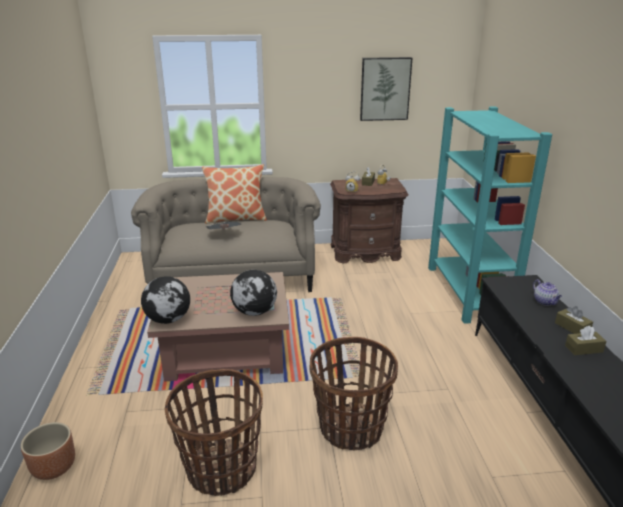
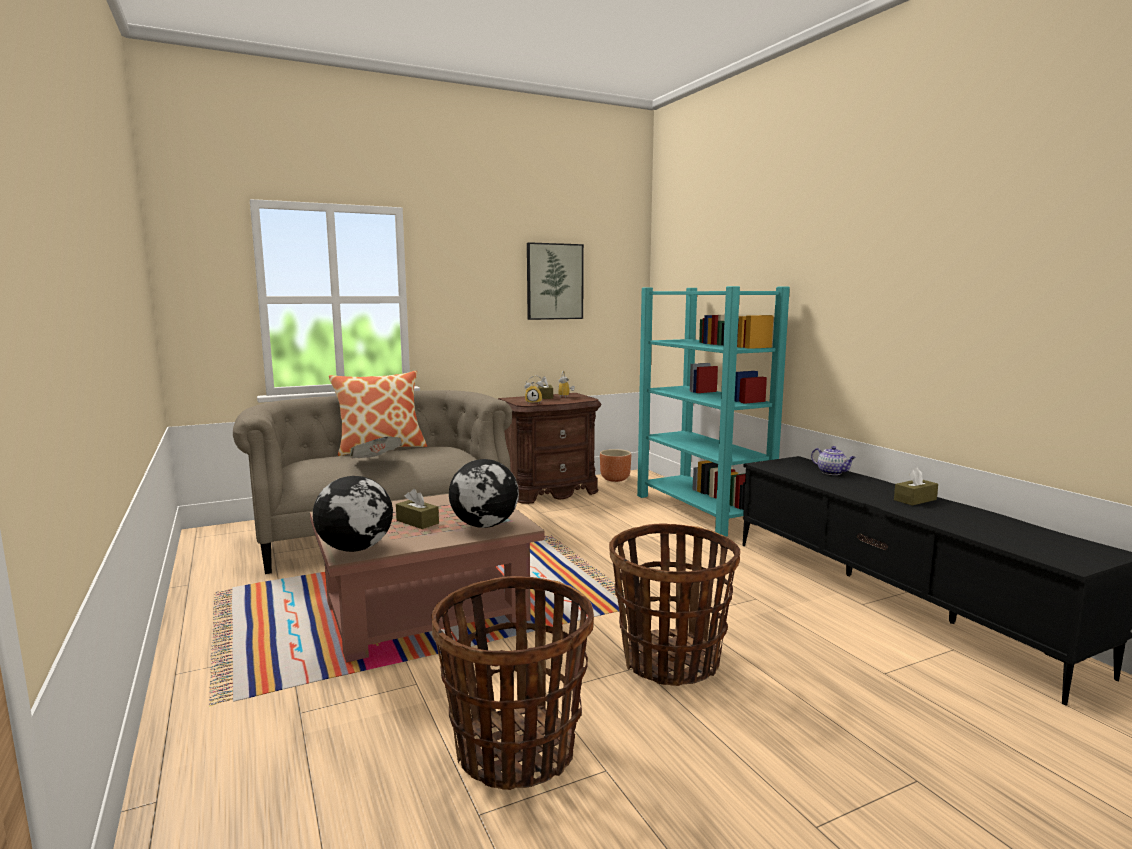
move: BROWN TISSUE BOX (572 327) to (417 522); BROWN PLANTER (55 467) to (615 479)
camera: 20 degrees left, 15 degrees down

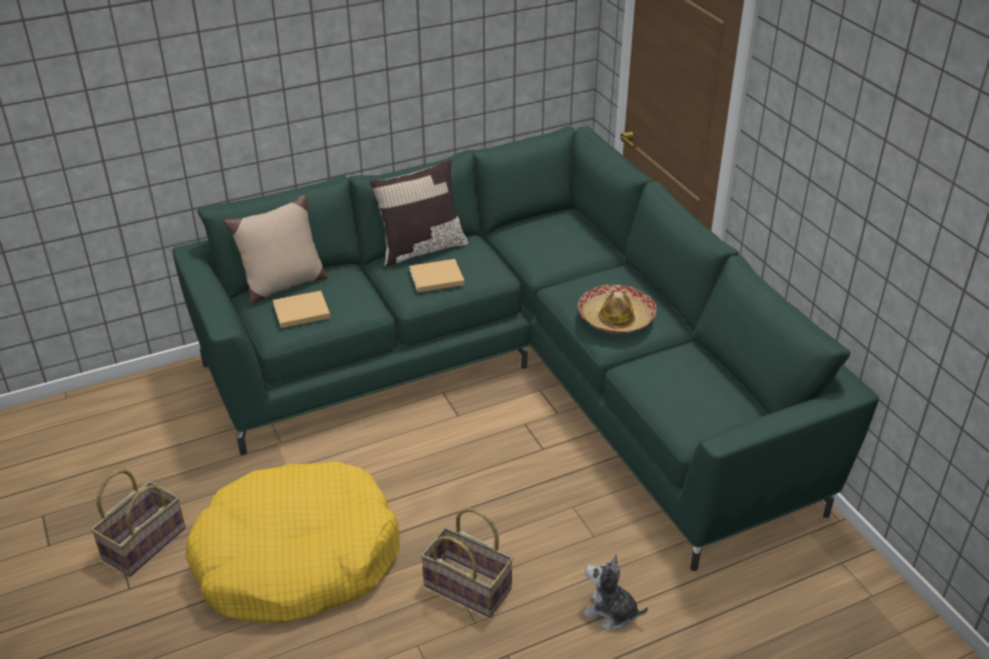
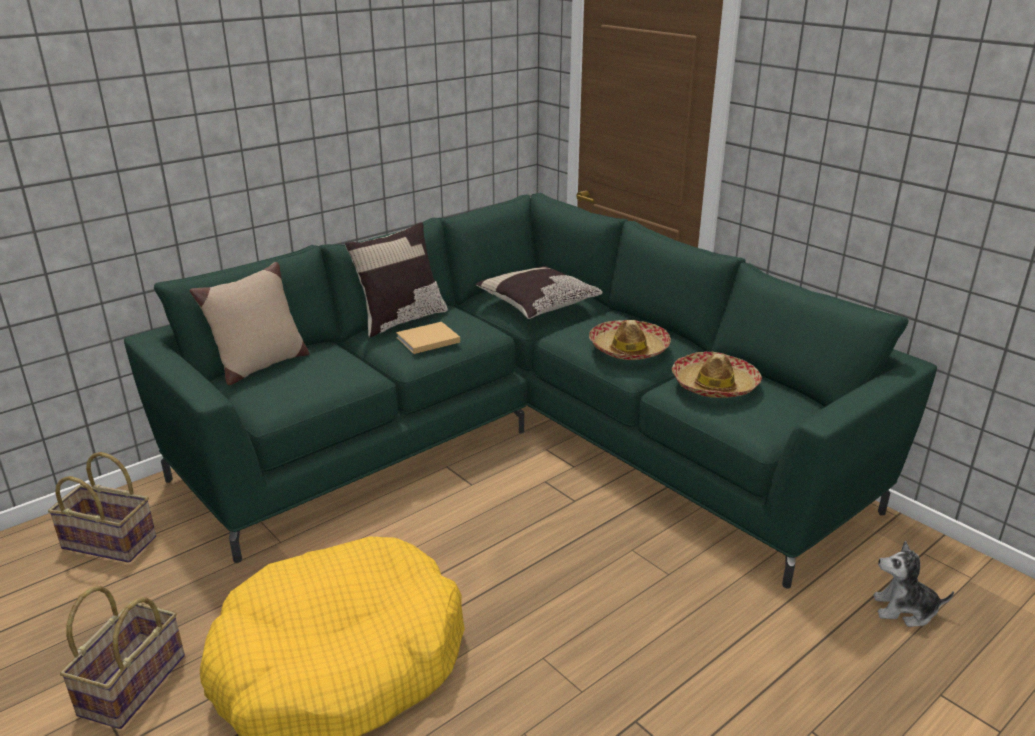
delete: BEIGE BOOK (299 311)
insert: PILLOW (538 305); HAT (714 385)
move: BASKET (468 586) to (111 541); PLUSH TOY (610 613) to (904 610)
camera: 15 degrees left, 10 degrees down

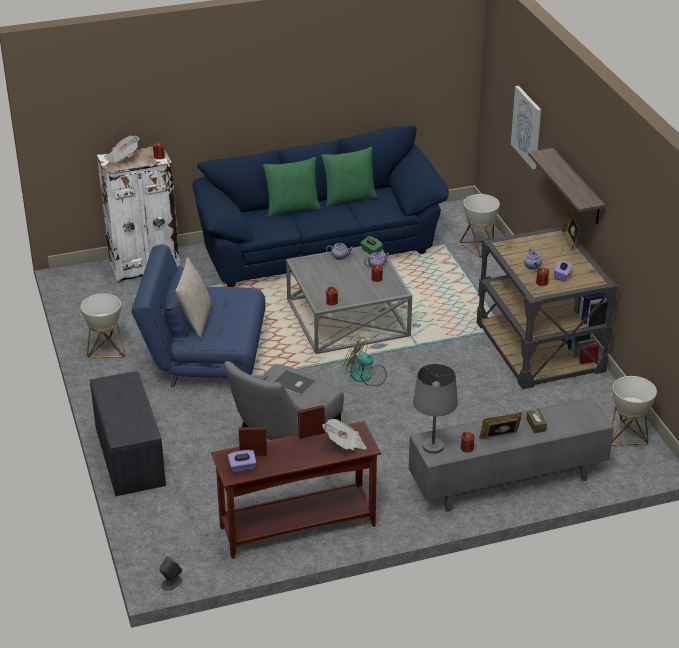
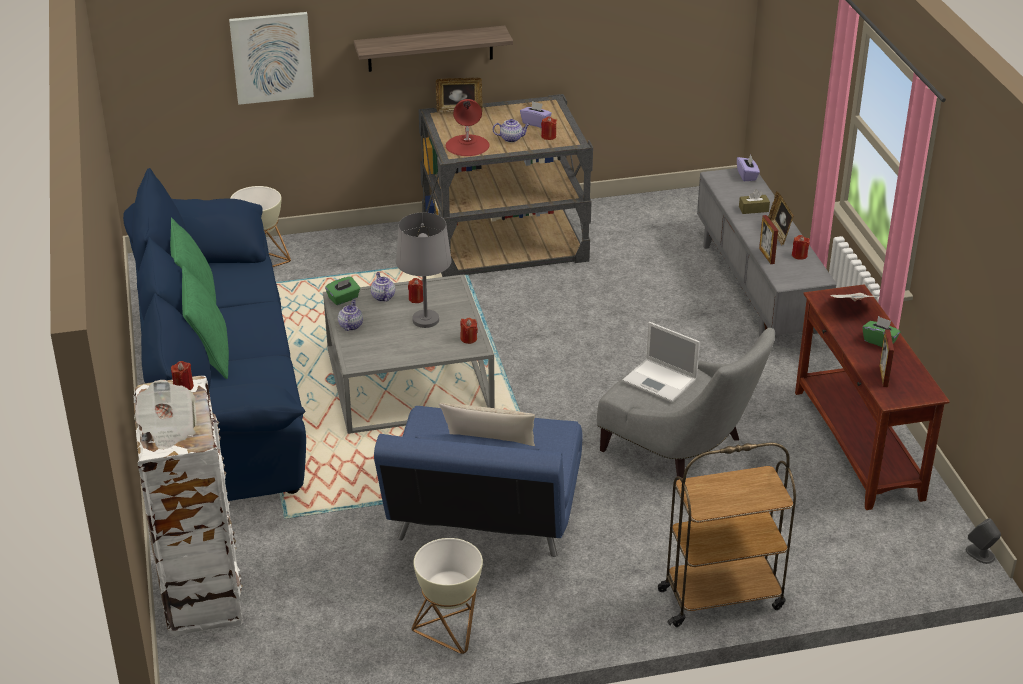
delete: FAN (365 376); PLANTER (627 437)
insert: RED TABLE LAMP (467 145); GREEN TISSUE BOX (879 341)
move: GREY TABLE LAMP (433 446) to (425 320); PURPLE TISSUE BOX (242 467) to (747 176); PICTURE FRAME (311 435) to (766 256)
replace: GREY BOOK (293 384) to LAPTOP (661 381); GREY BENCH (128 455) to BROWN CART (722 599)
camera: 85 degrees left, 0 degrees up

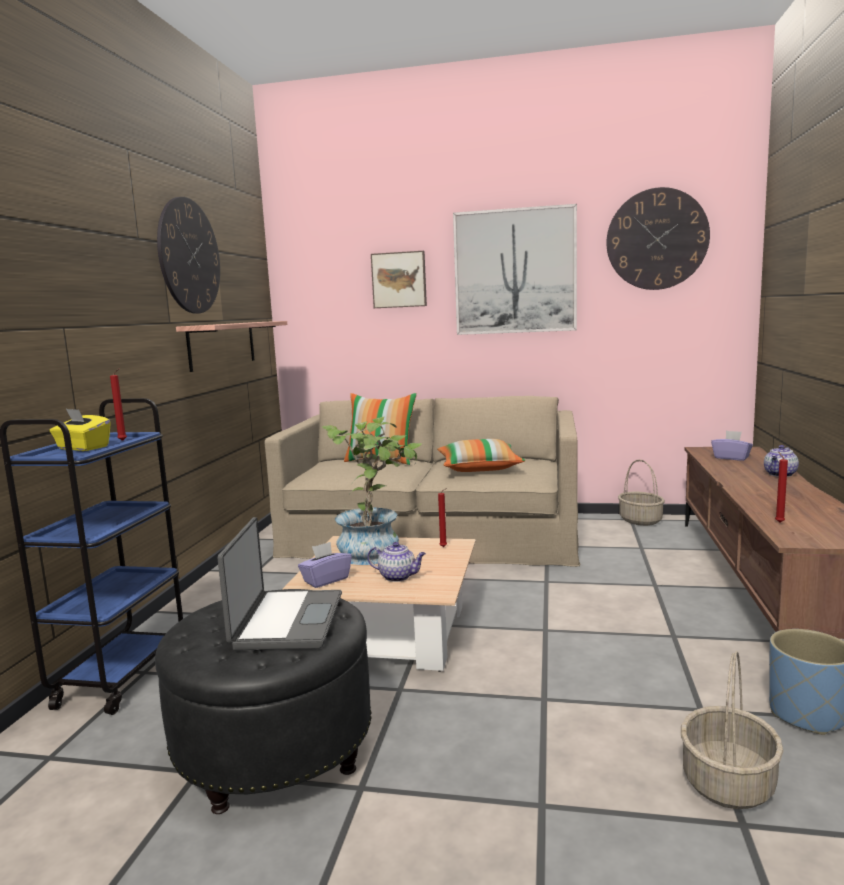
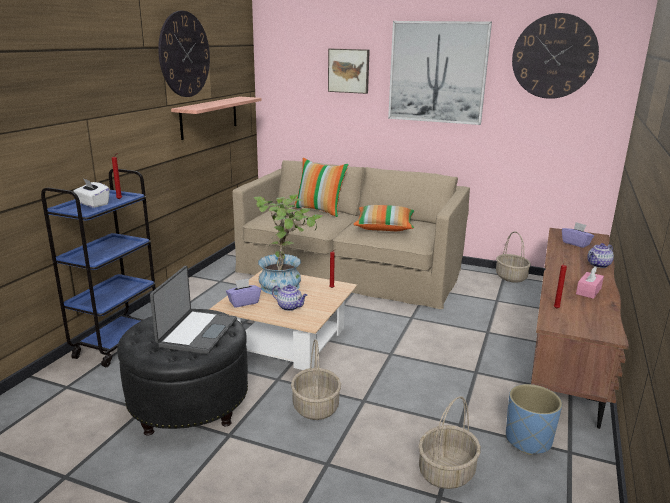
insert: BASKET (315 407); PINK TISSUE BOX (588 291)
recolor: YELLOW TISSUE BOX (82 448) to WHITE TISSUE BOX (93 204)
camera: 10 degrees right, 10 degrees up

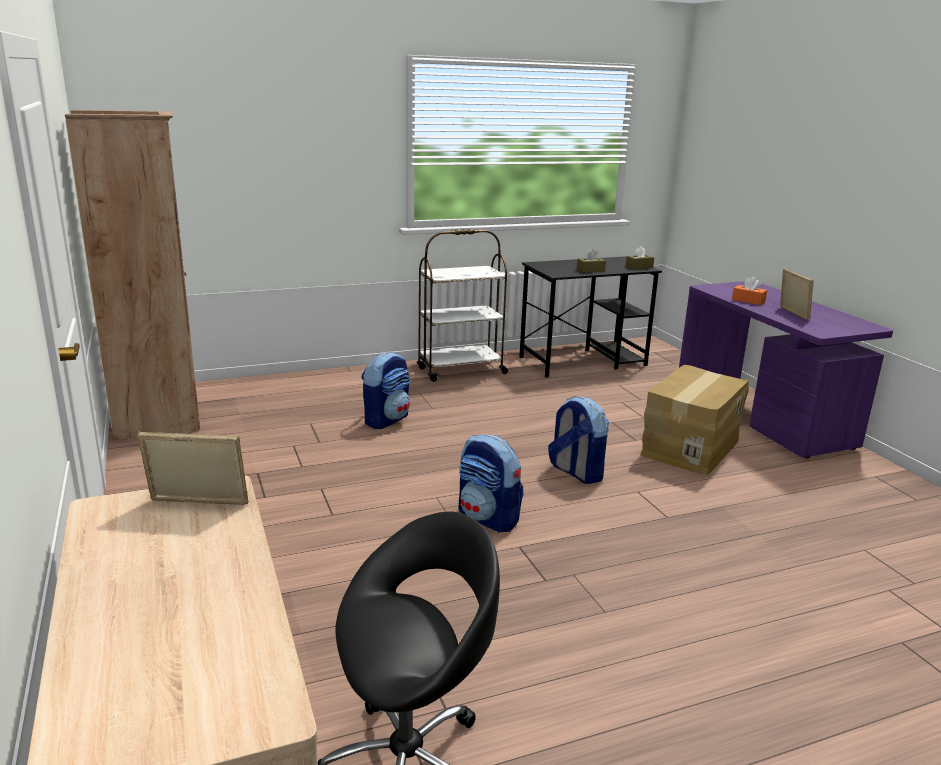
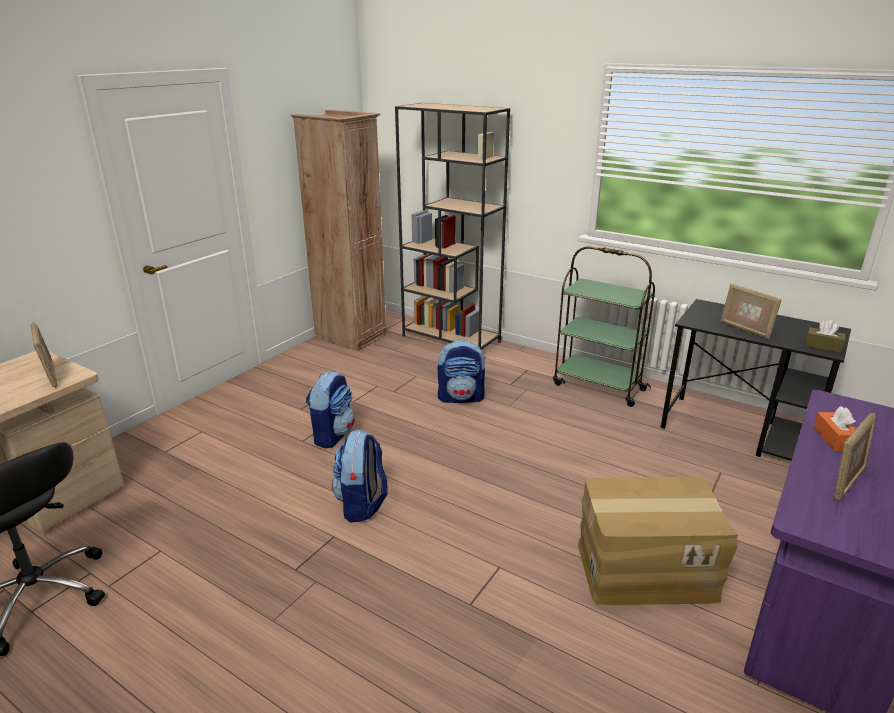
insert: BOOKCASE (451 339)
move: BACKPACK (575 472) to (332 435)
replace: BROWN TISSUE BOX (590 270) to PICTURE FRAME (745 330)
recolor: WHITE CART (460 371) to GREEN CART (597 387)
camera: 55 degrees right, 5 degrees up

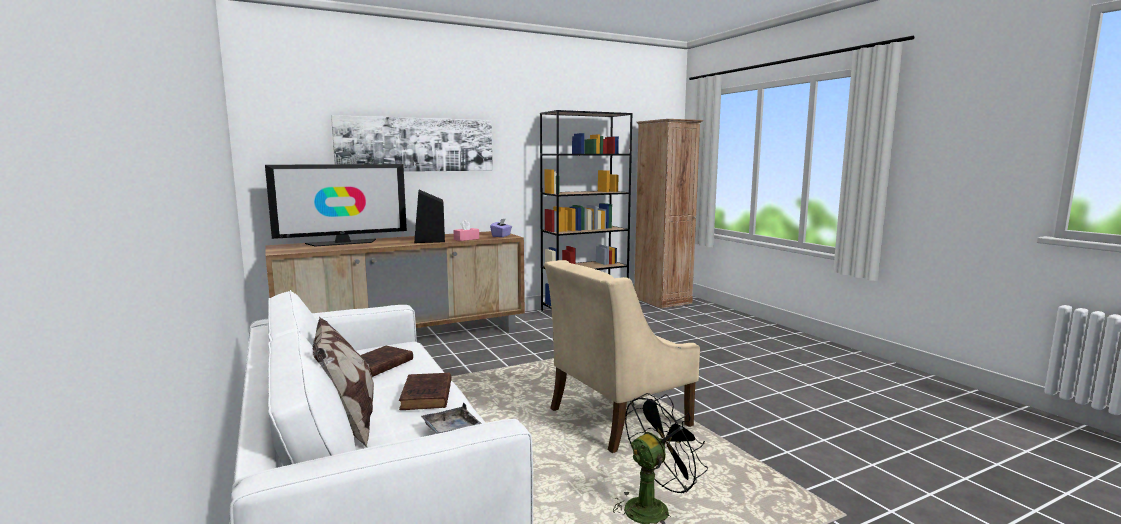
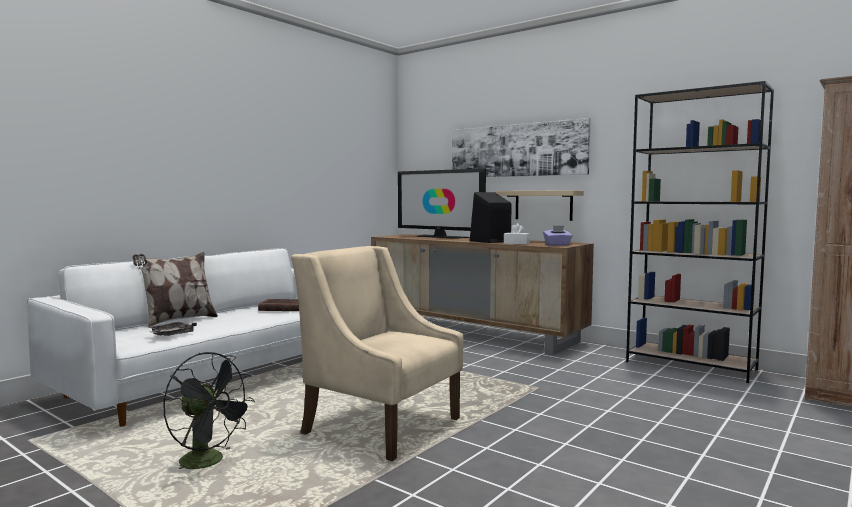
delete: BROWN BOOK (426 396)
insert: BEIGE SHELF (543 205)
recolor: PINK TISSUE BOX (466 239) to WHITE TISSUE BOX (516 243)
camera: 65 degrees right, 5 degrees down

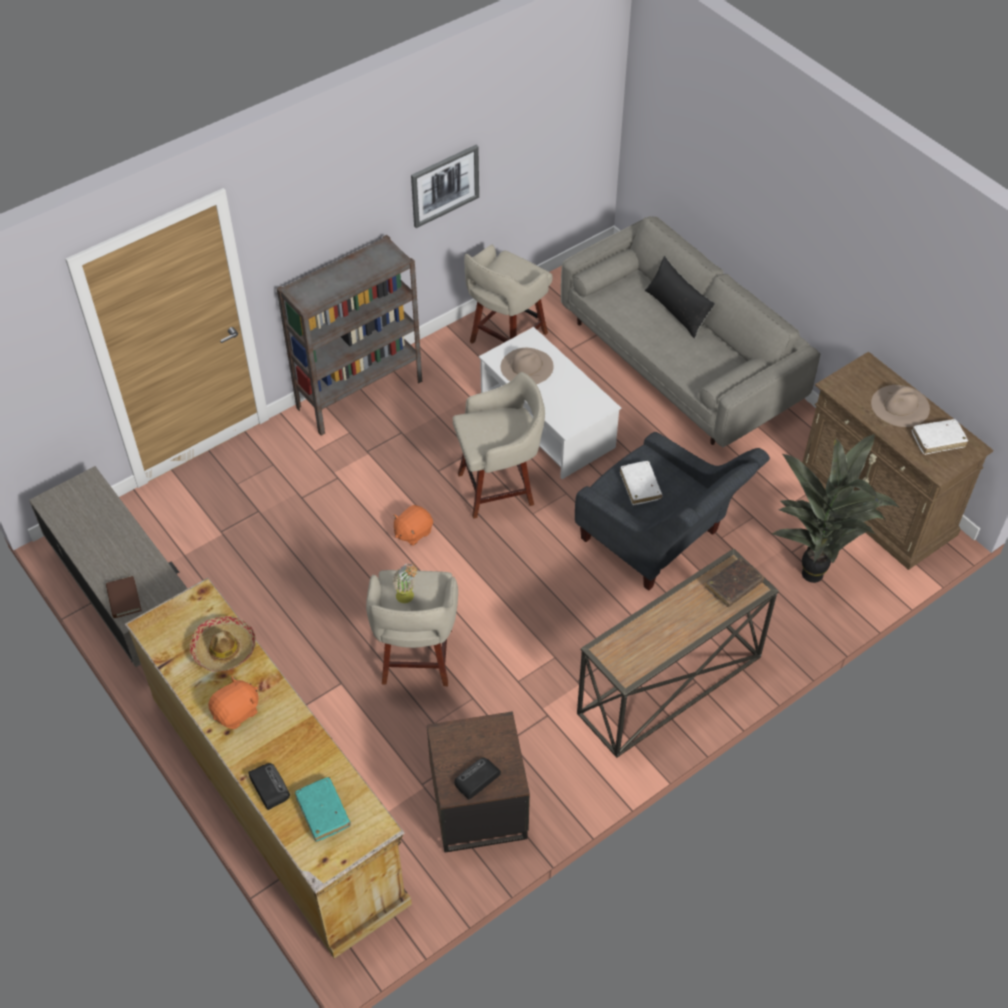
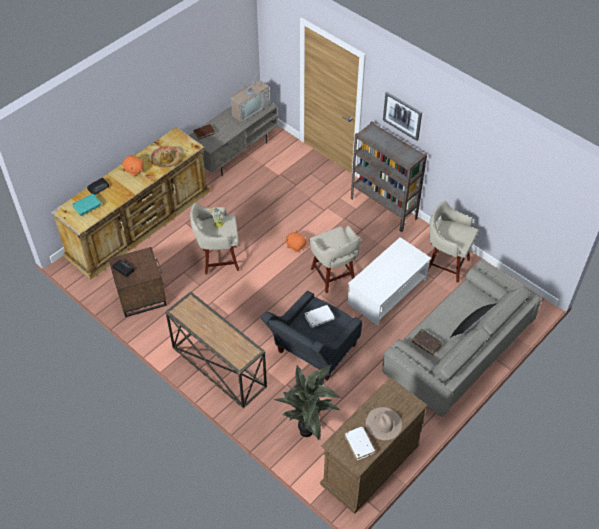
delete: BEIGE HAT (527 366)
insert: TELEVISION (249 108)
move: PICTURE (444 185) to (402 115); BROWN BOOK (733 586) to (426 344)
camera: 80 degrees right, 0 degrees up

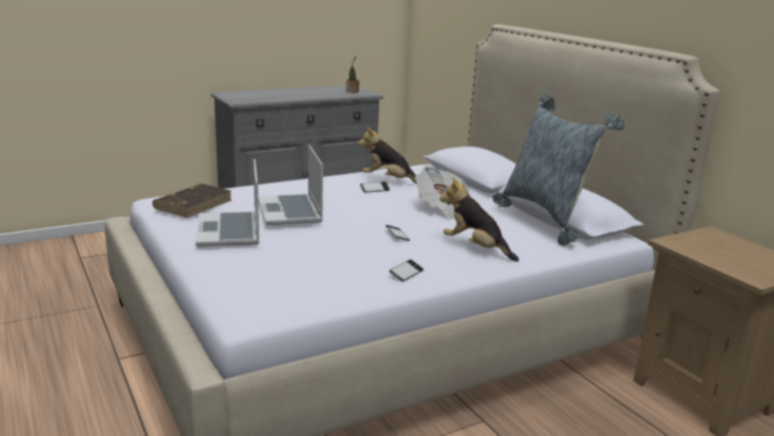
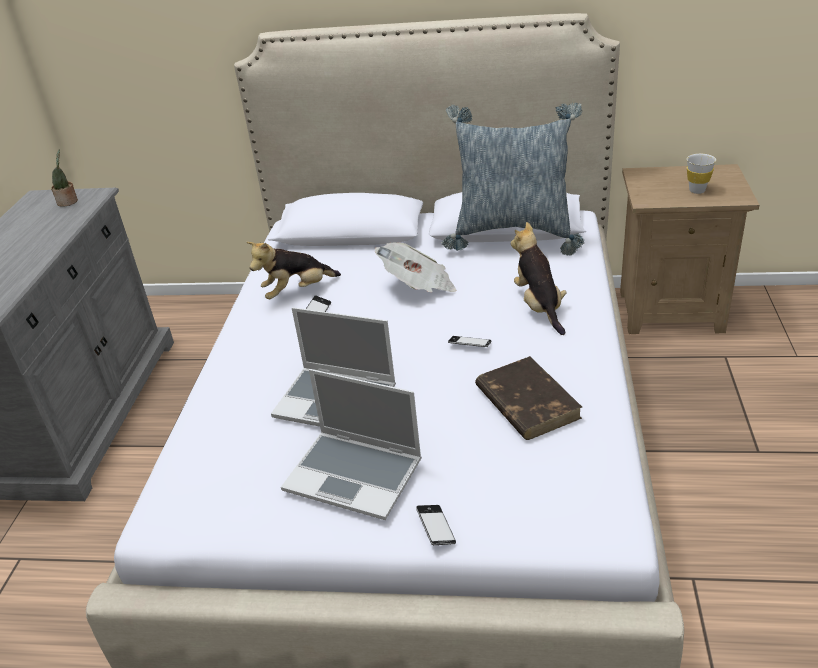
insert: WHITE CUP (697 190)
move: PHONE (406 273) to (436 528); BROWN BOOK (194 204) to (526 402)
rotate: PLUSH TOY (475 248) = (539 306) 90 degrees clockwise
camera: 50 degrees left, 15 degrees up

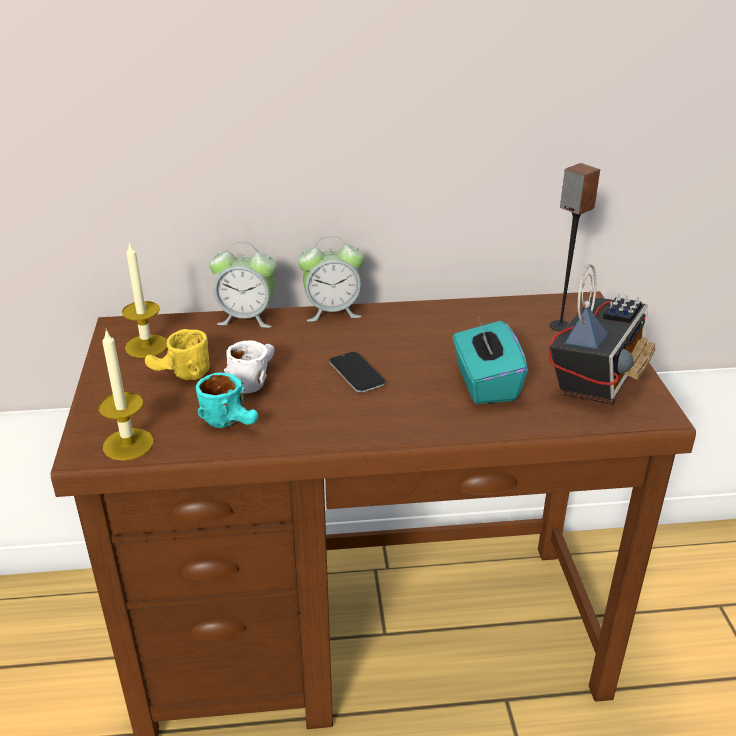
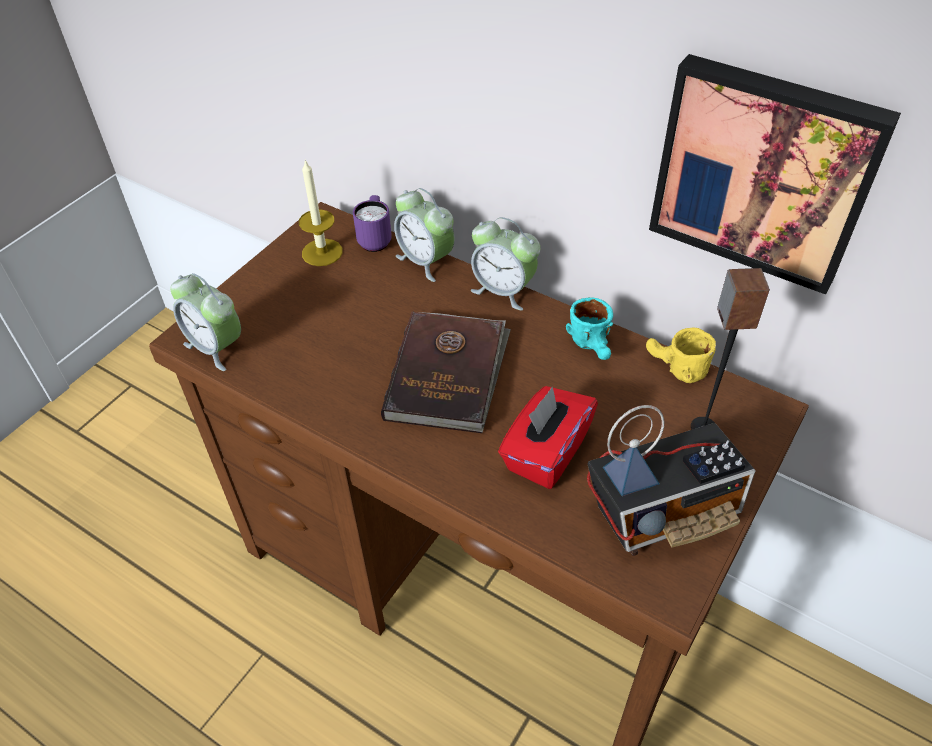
delete: WHITE MUG (253 378)
insert: PURPLE MUG (375 239); PICTURE (764 172)
move: TURQUOISE MUG (233 422) to (594 347); YELLOW MUG (179 375) to (674 369)
replace: CANDLE (128 444) to ALARM CLOCK (216 347); PHONE (357 373) to BROWN BOOK (448 374)
recolor: TURQUOISE TISSUE BOX (485 383) to RED TISSUE BOX (545 453)
camera: 40 degrees right, 15 degrees up

